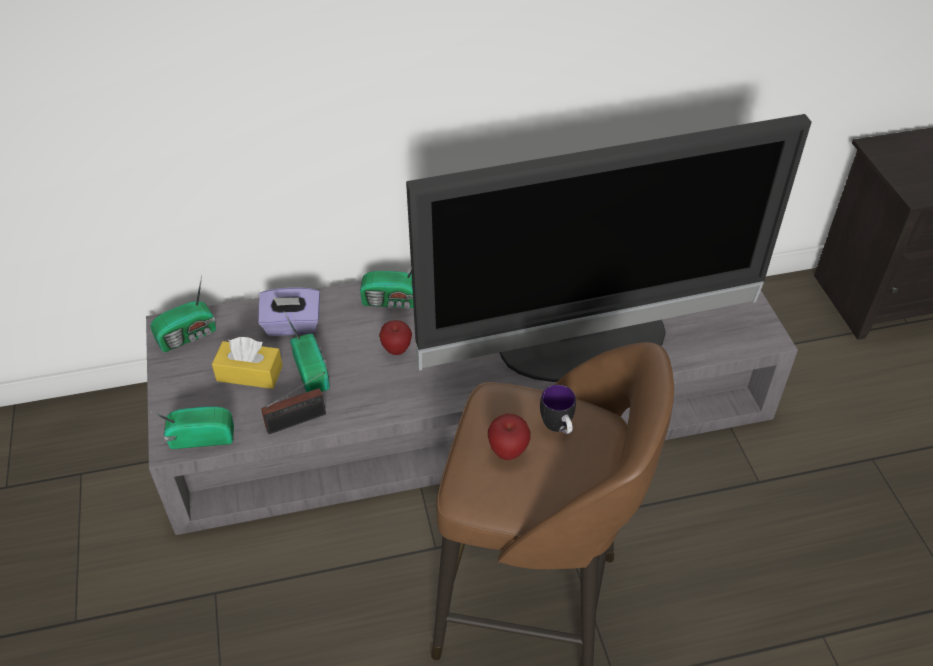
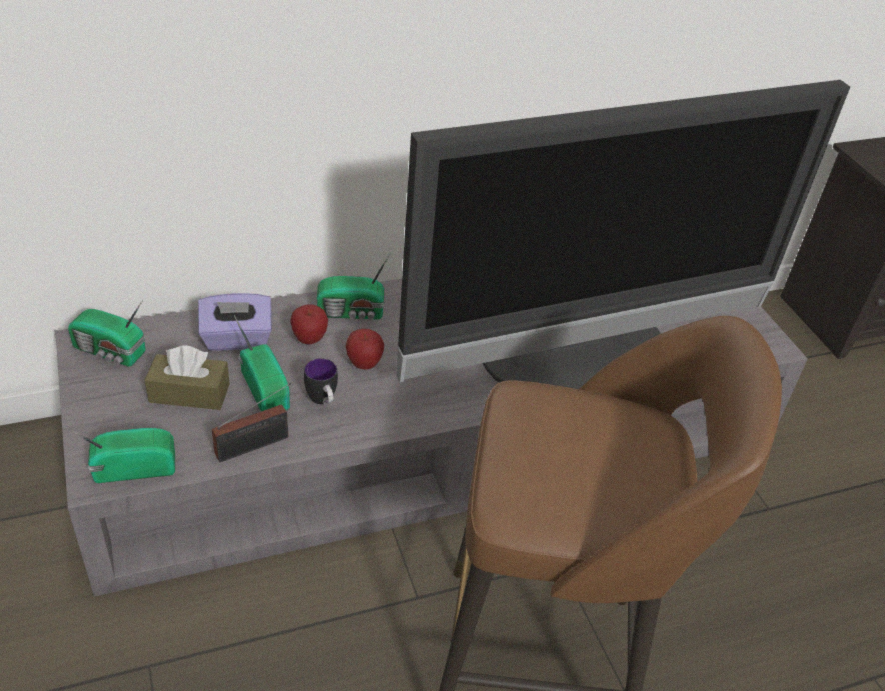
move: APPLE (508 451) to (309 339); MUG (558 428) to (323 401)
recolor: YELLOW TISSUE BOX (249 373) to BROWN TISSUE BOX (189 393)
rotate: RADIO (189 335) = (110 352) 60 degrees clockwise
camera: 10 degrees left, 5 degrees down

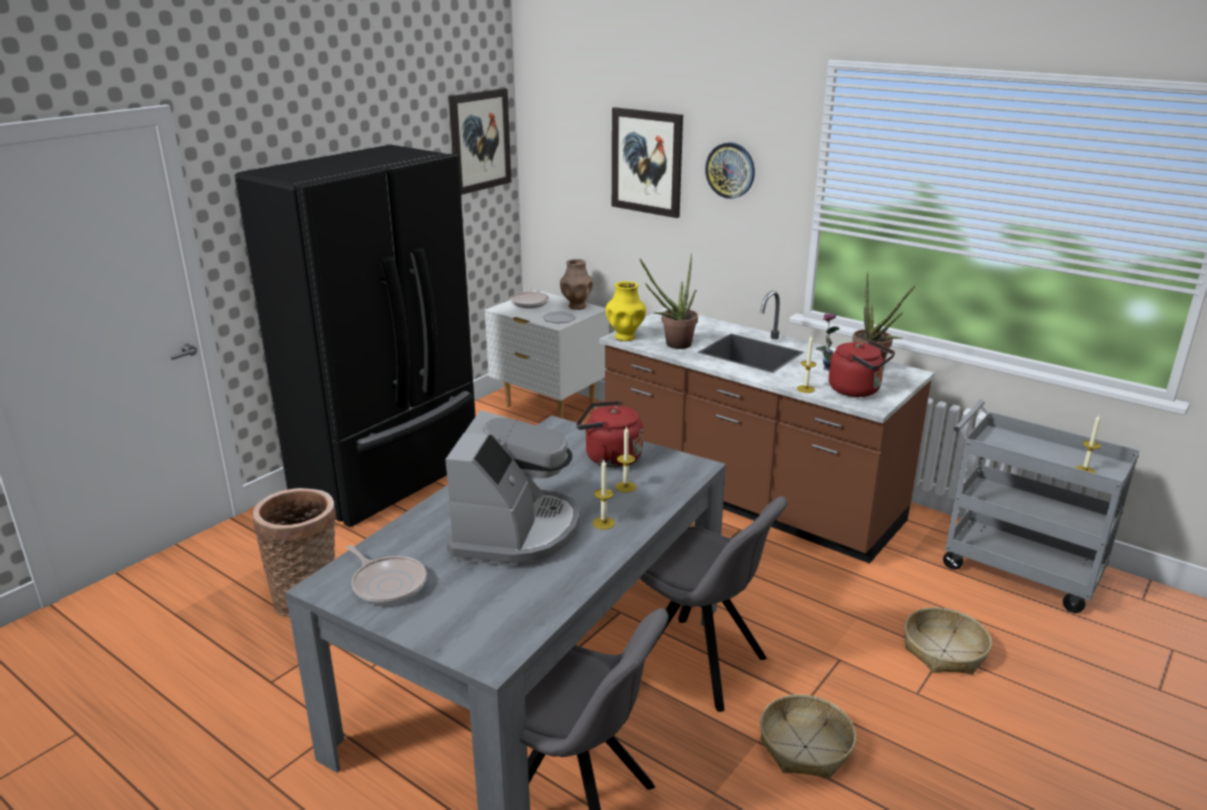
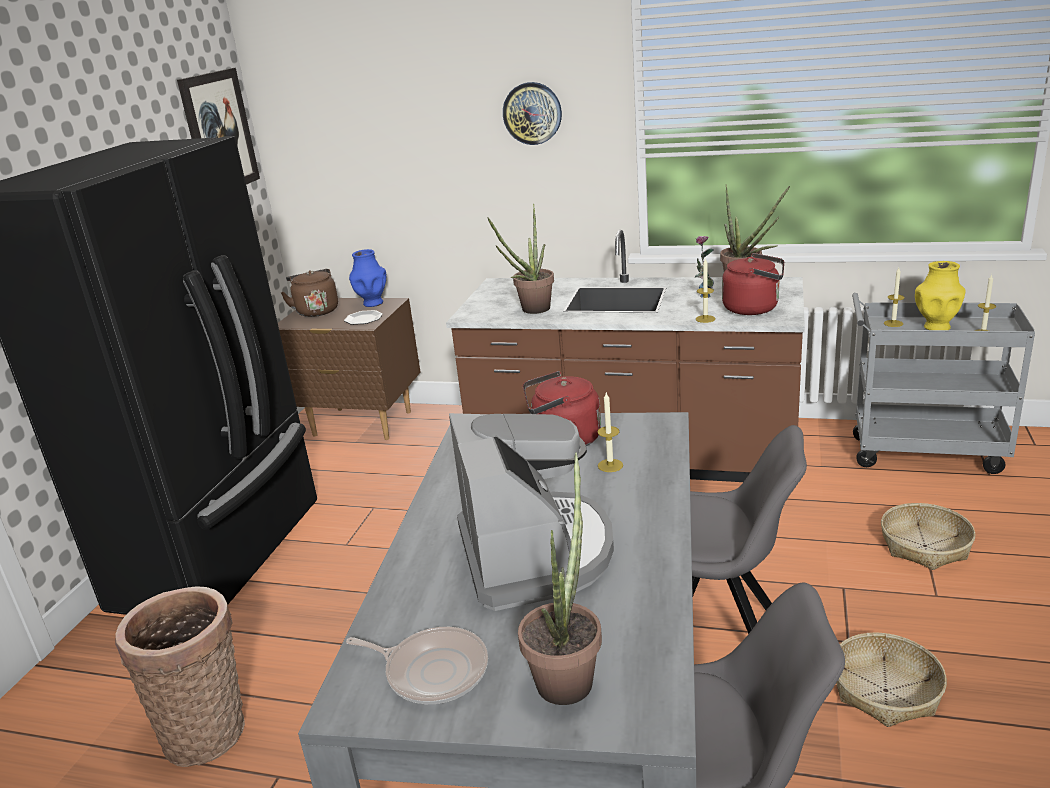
delete: PICTURE (647 162)
insert: POTTED PLANT (568 674)
move: CANDLE (603 523) to (893 323); YELLOW VASE (625 337) to (936 327)
replace: FRYING PAN (530 302) to BROWN KETTLE (316 311)
recolor: WHITE NIGHTSTAND (549 407) to BROWN NIGHTSTAND (362 424); BROWN VASE (577 306) to BLUE VASE (372 303)
camera: 20 degrees left, 0 degrees up

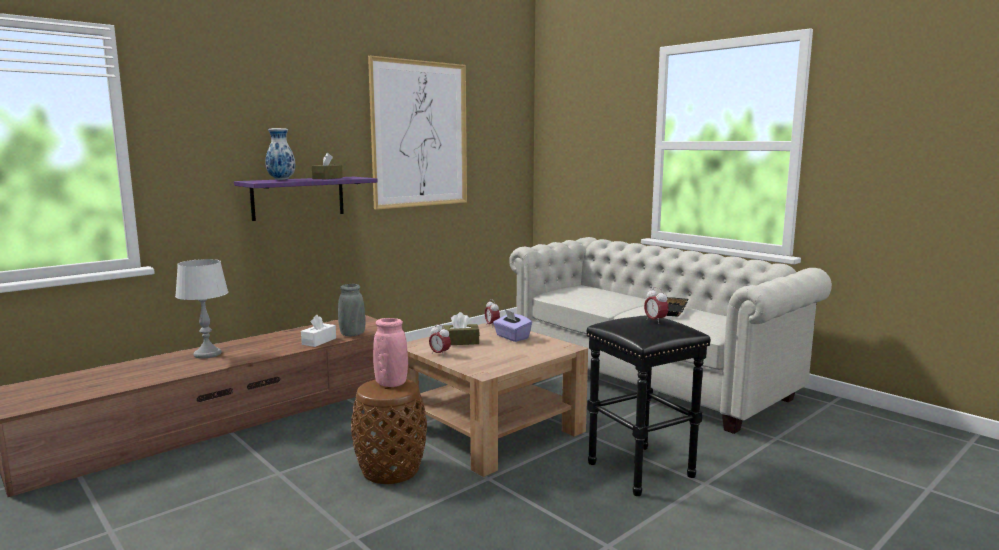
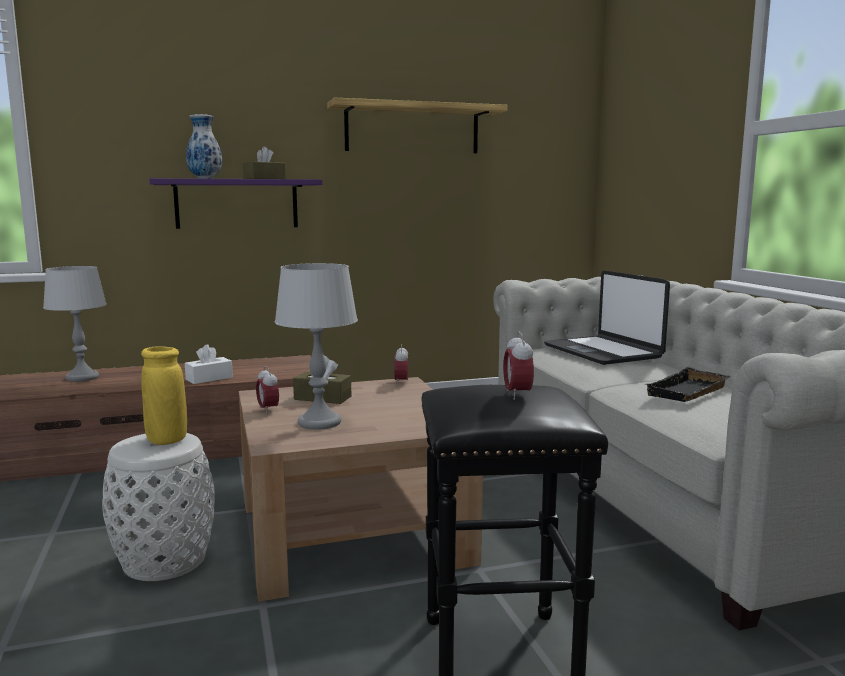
delete: GREY VASE (352 334); PURPLE TISSUE BOX (512 337)
insert: GREY TABLE LAMP (319 423); LAPTOP (603 352)
replace: PICTURE (420 134) to SHELF (412 129)
recolor: BROWN STOOL (391 470) to WHITE STOOL (165 561); PINK VASE (391 384) to YELLOW VASE (167 440)
camera: 25 degrees right, 0 degrees up

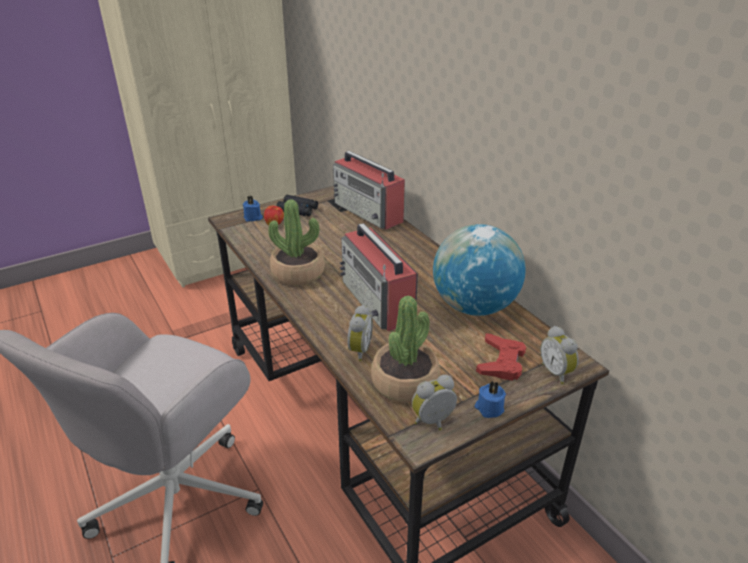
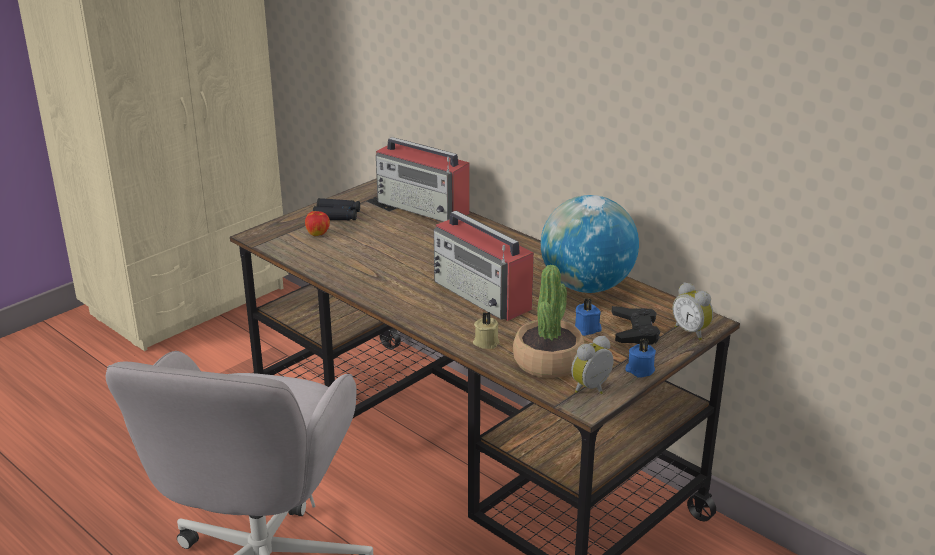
delete: POTTED PLANT (298 273)
move: BLUE CANDLE (253 218) to (587 329)
replace: ALARM CLOCK (358 350) to BEIGE CANDLE (486 342)
recolor: RED GAME CONTROLLER (501 362) to BLACK GAME CONTROLLER (635 331)
camera: 15 degrees left, 5 degrees down

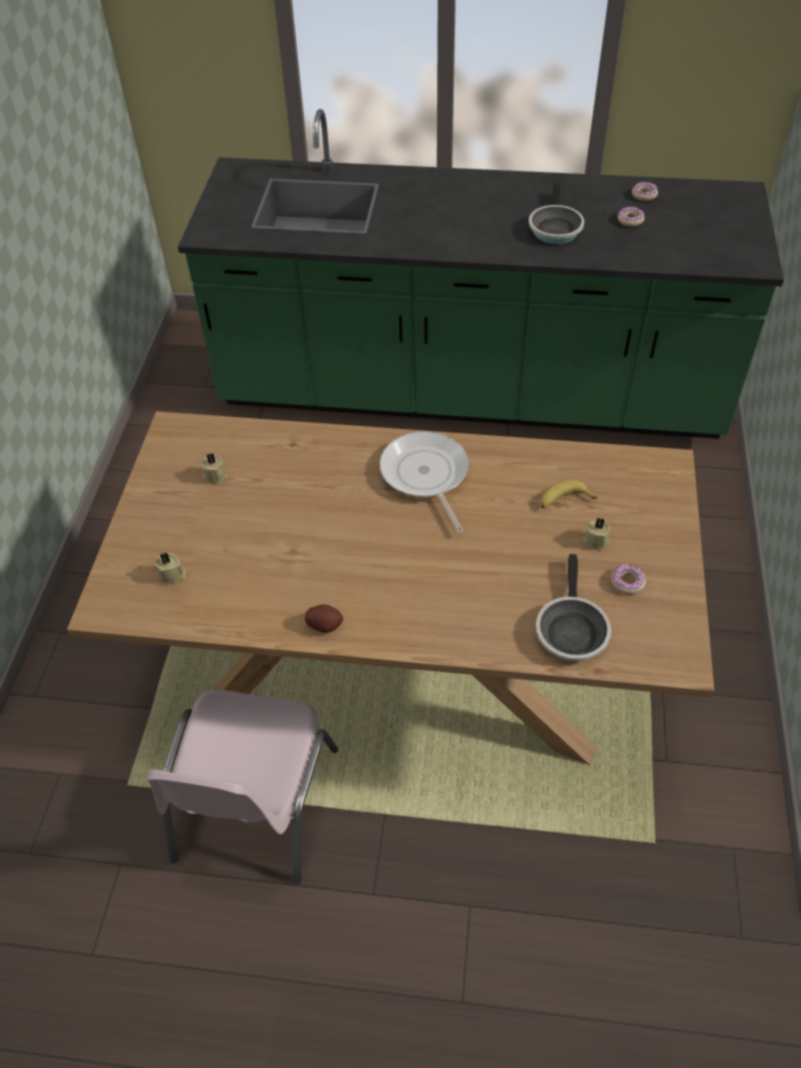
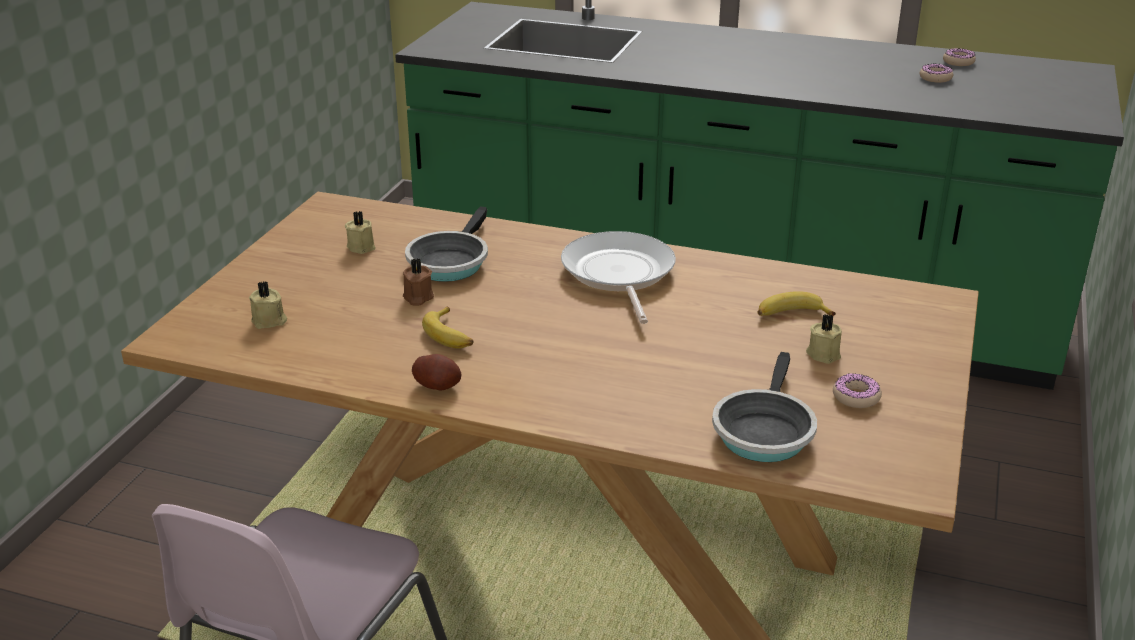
insert: BROWN CANDLE (417 297); BANANA (450 335)
move: FRYING PAN (554 228) to (449 261)
camera: 10 degrees right, 20 degrees down

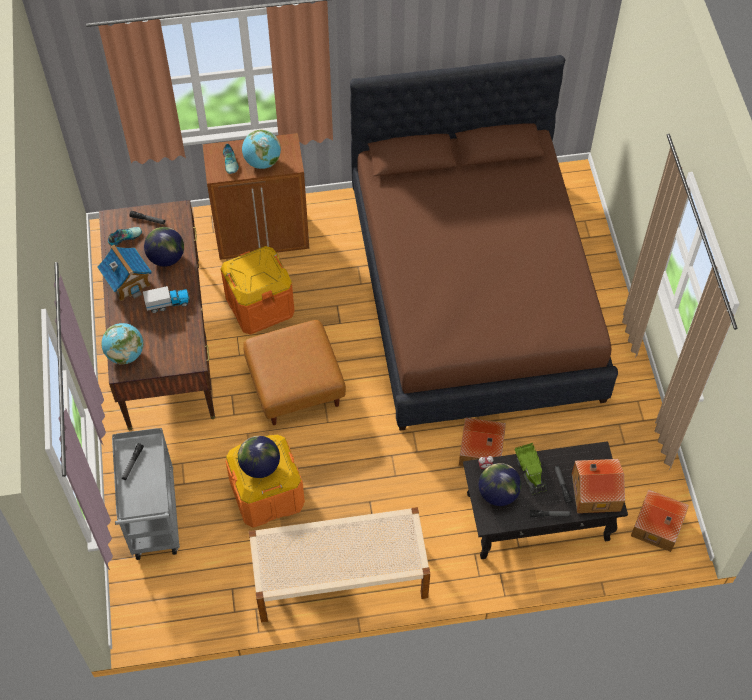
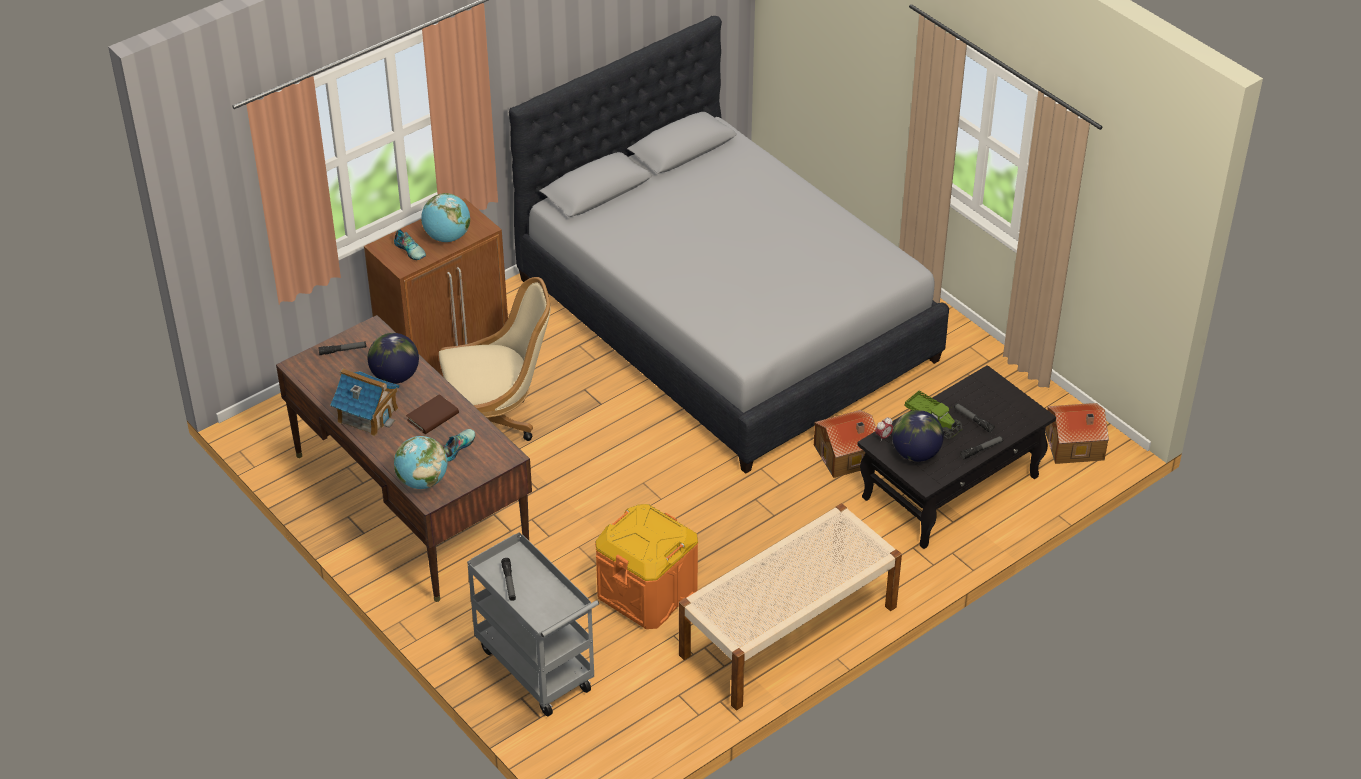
delete: GLOBE (260 466); BROWN OTTOMAN (295 386); TOY HOUSE (595 491)
move: SHOE (124 237) to (456 447)
replace: TOY TRUCK (168 304) to BROWN BOOK (433 417); ORANGE STORAGE BOX (260 306) to BEIGE OFFICE CHAIR (496 424)
recolor: BROWN BED (474 292) to GREY BED (726 318)
camera: 30 degrees left, 15 degrees down

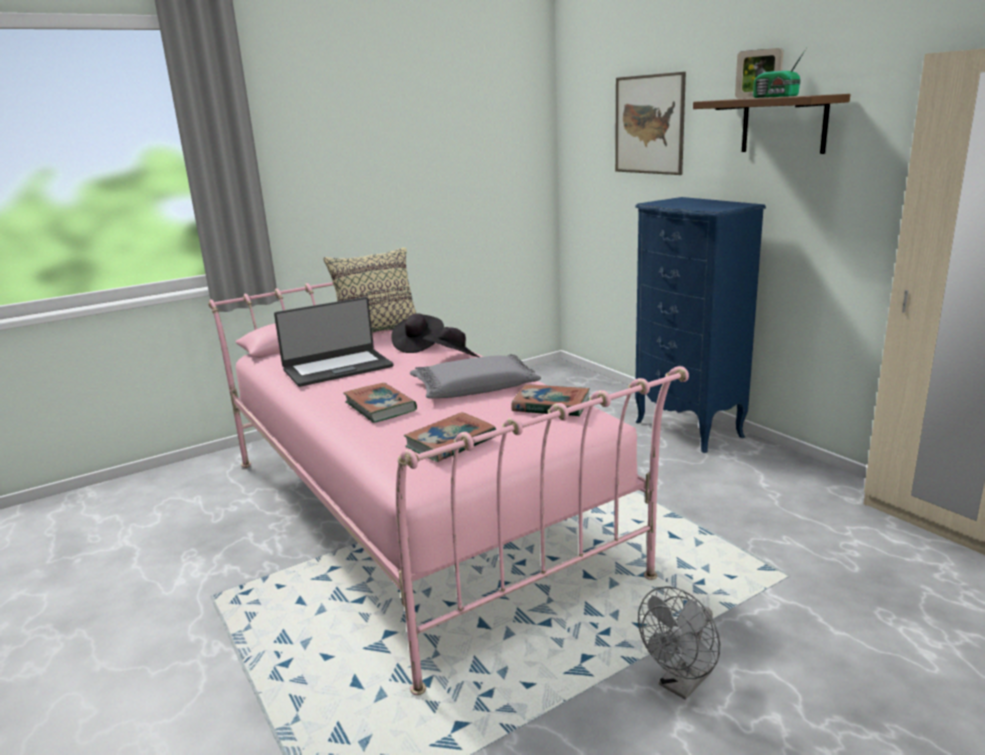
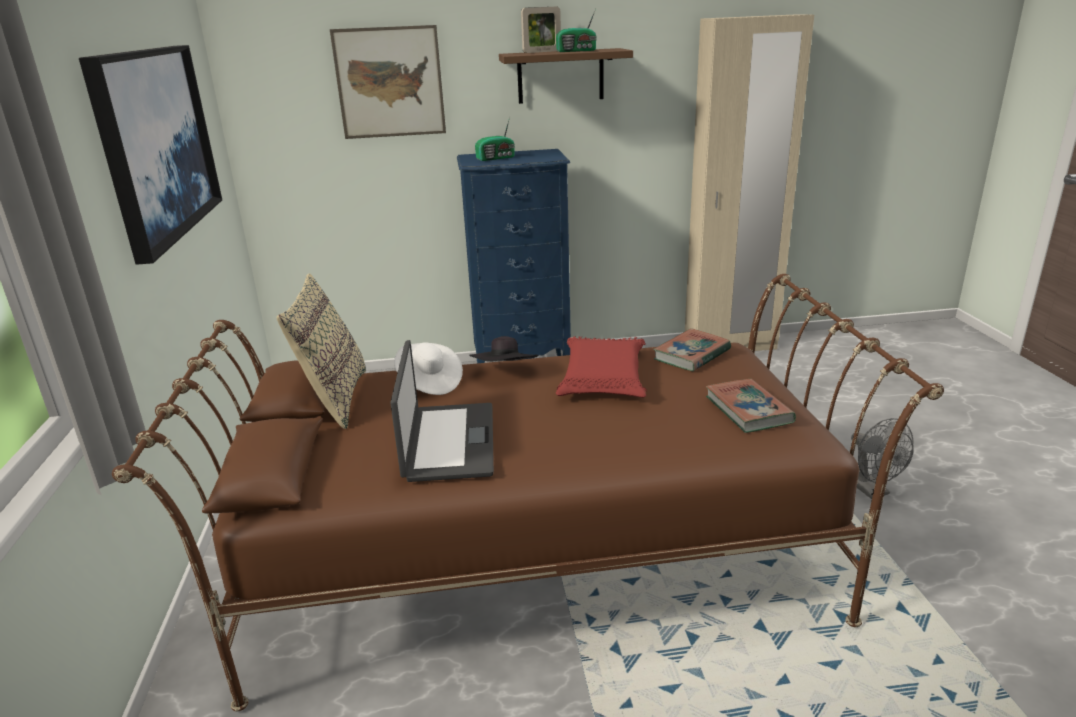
delete: BOOK (380 407)
insert: PICTURE (156 143); RADIO (497 158)
recolor: PINK BED (415 513) to BROWN BED (539 561); BLACK HAT (418 345) to WHITE HAT (429 383); GREY PILLOW (475 385) to RED PILLOW (603 375)
camera: 65 degrees left, 5 degrees up

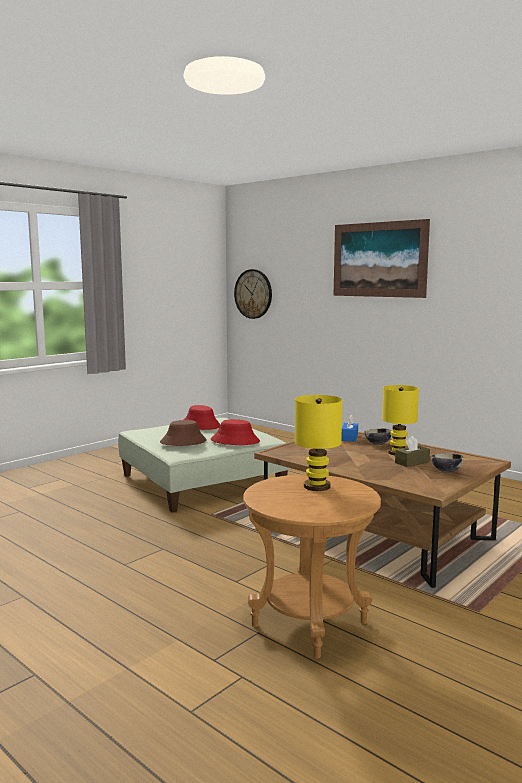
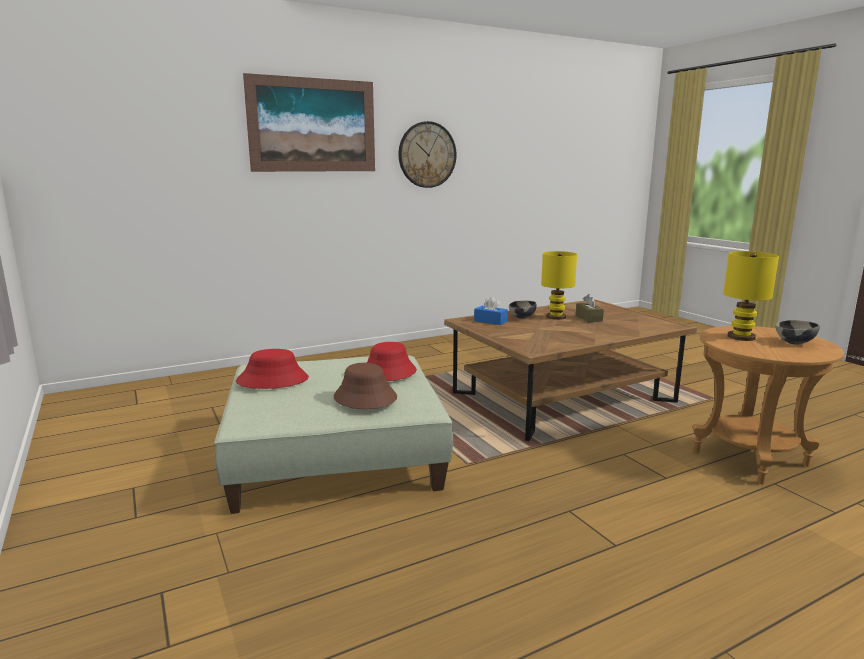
move: WALL CLOCK (253 294) to (427 155); BOWL (446 471) to (794 343)
camera: 70 degrees left, 5 degrees up

